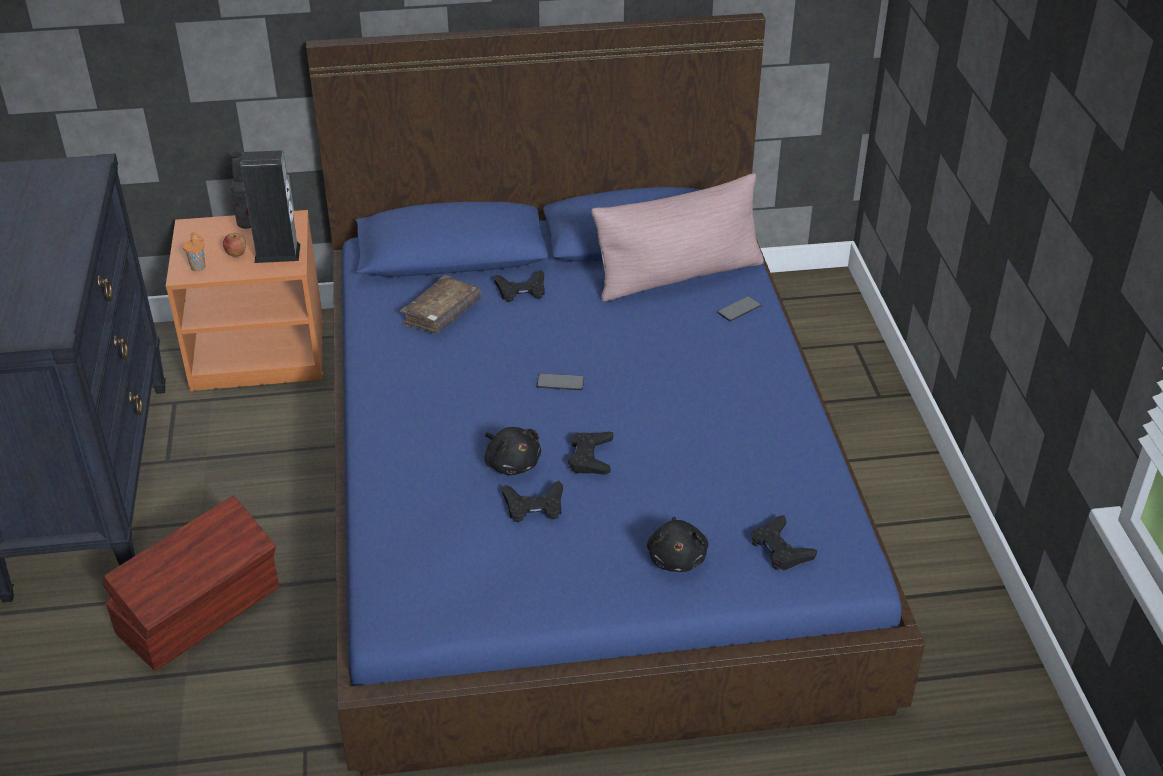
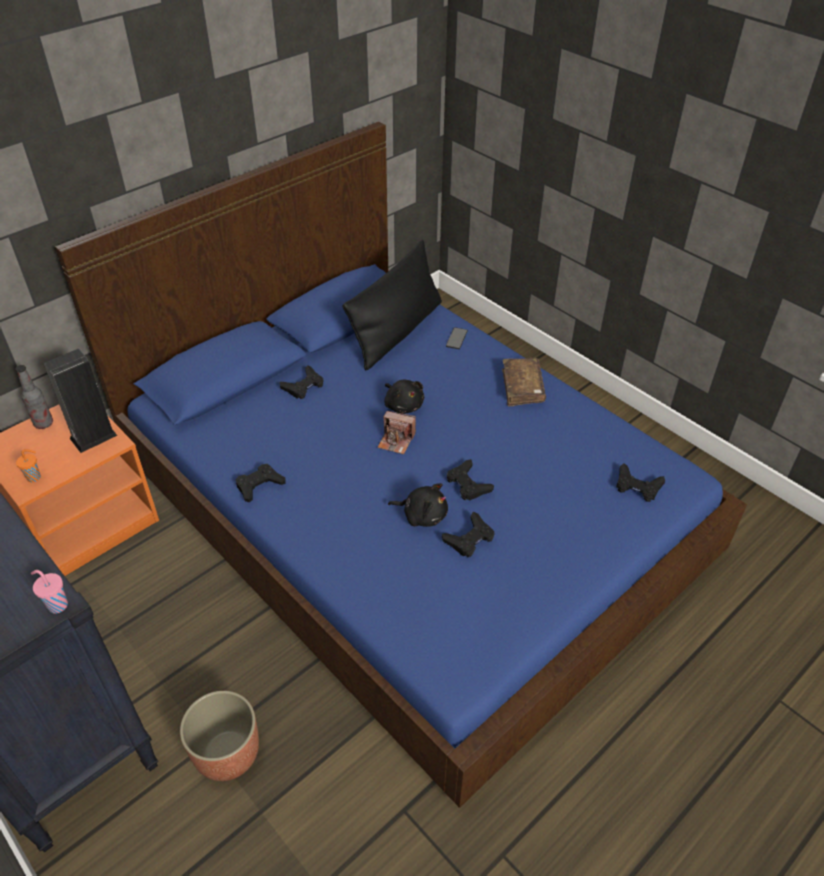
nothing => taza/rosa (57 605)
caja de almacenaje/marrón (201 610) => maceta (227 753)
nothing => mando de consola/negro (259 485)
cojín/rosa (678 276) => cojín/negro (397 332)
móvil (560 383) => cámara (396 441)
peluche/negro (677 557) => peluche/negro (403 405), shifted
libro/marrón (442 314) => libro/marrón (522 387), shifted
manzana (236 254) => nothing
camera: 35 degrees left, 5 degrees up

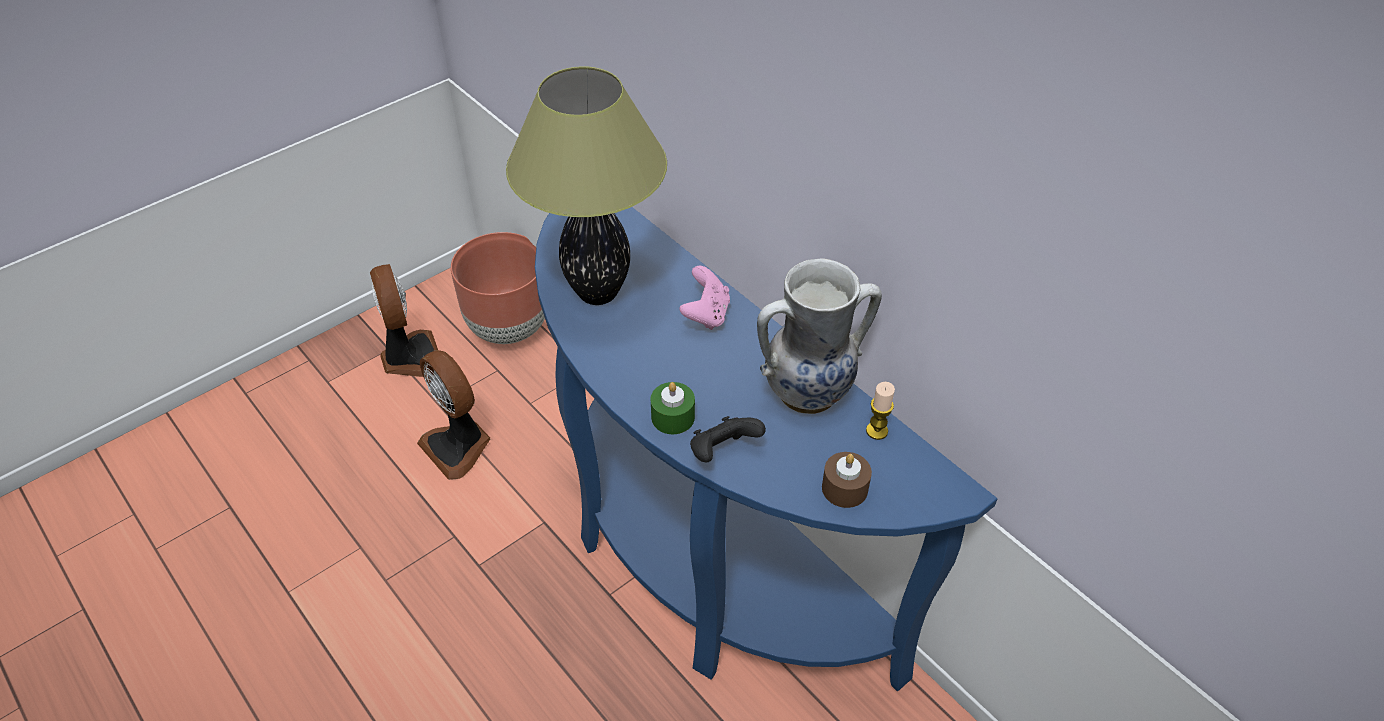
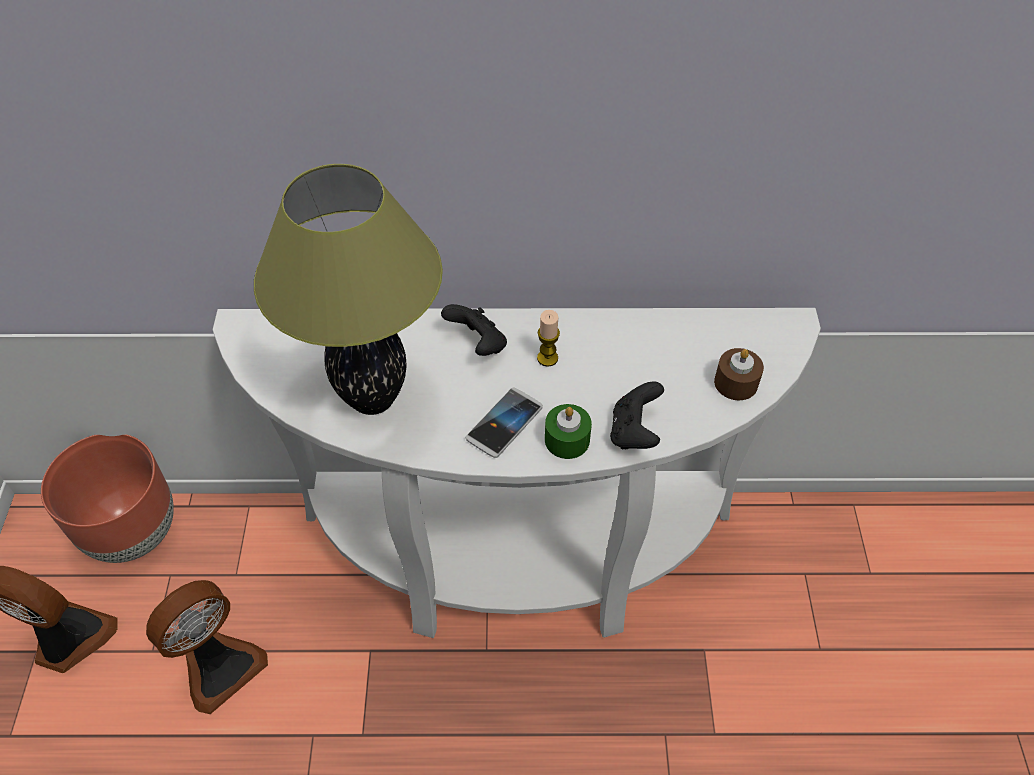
ventilador (458 446) => ventilador (219 665), 45 degrees counterclockwise
mesa consola/azul (702 560) => mesa consola/blanco (516 560)
mando de consola/rosa (706 314) => mando de consola/negro (478 344)
nothing => móvil (504 423)
vela (876 431) => vela (547 358), shifted
florero (808 394) => nothing
camera: 50 degrees left, 5 degrees up

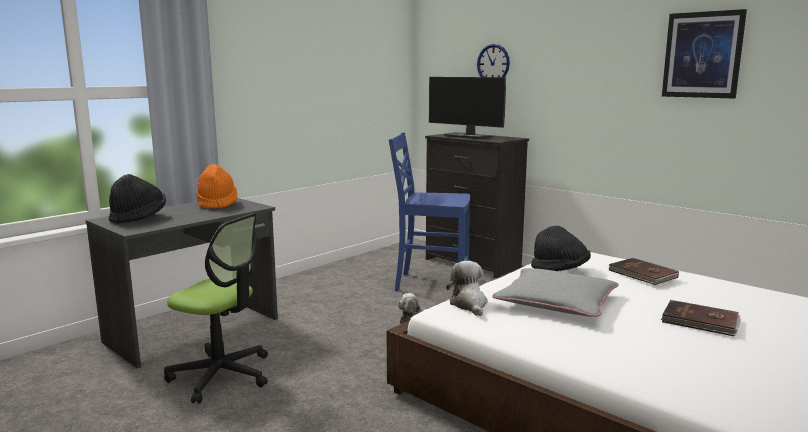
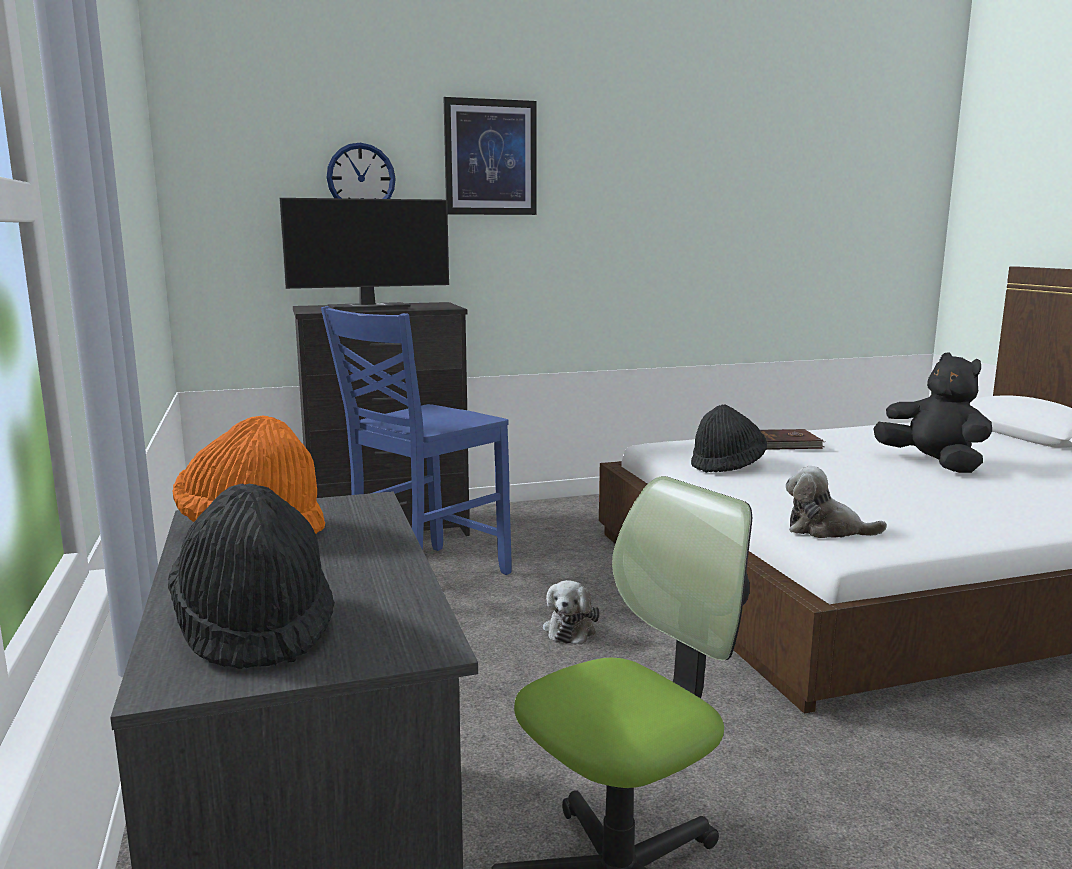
cuadro (702 55) => cuadro (490 158), shifted
libro/marrón (700 321) => peluche/negro (933 464)
cojín/gris (556 302) => nothing
camera: 60 degrees left, 0 degrees up

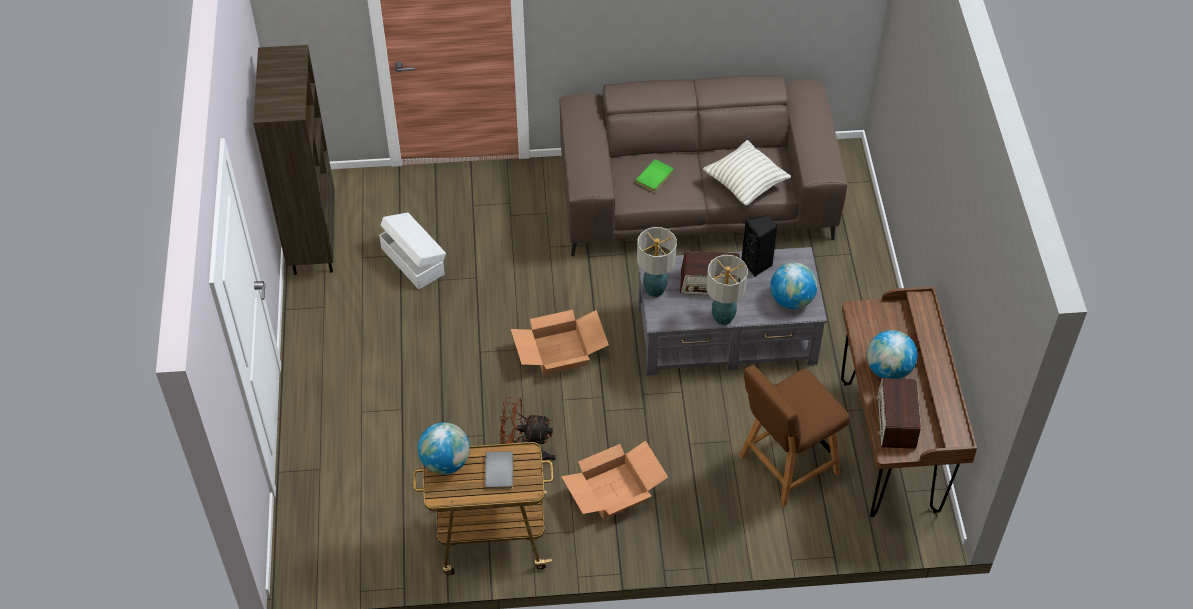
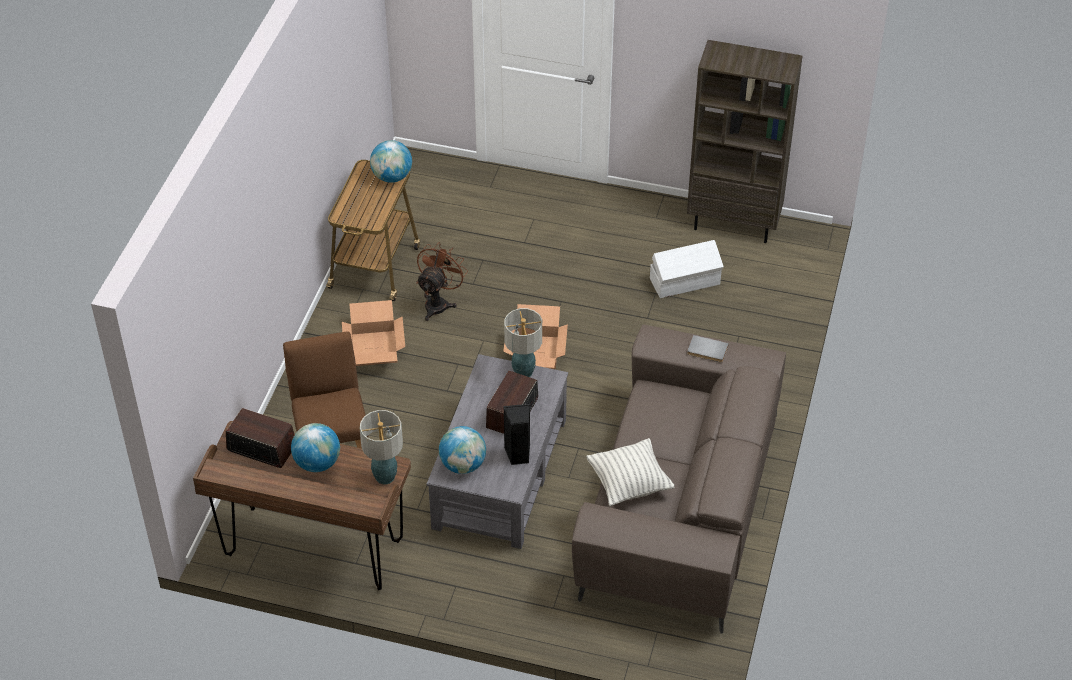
lámpara de mesa (722 317) => lámpara de mesa (385 476), shifted
libro/gris (500 471) => libro/gris (707 351), shifted
libro/verde (655 177) => nothing
camera: 110 degrees right, 5 degrees down

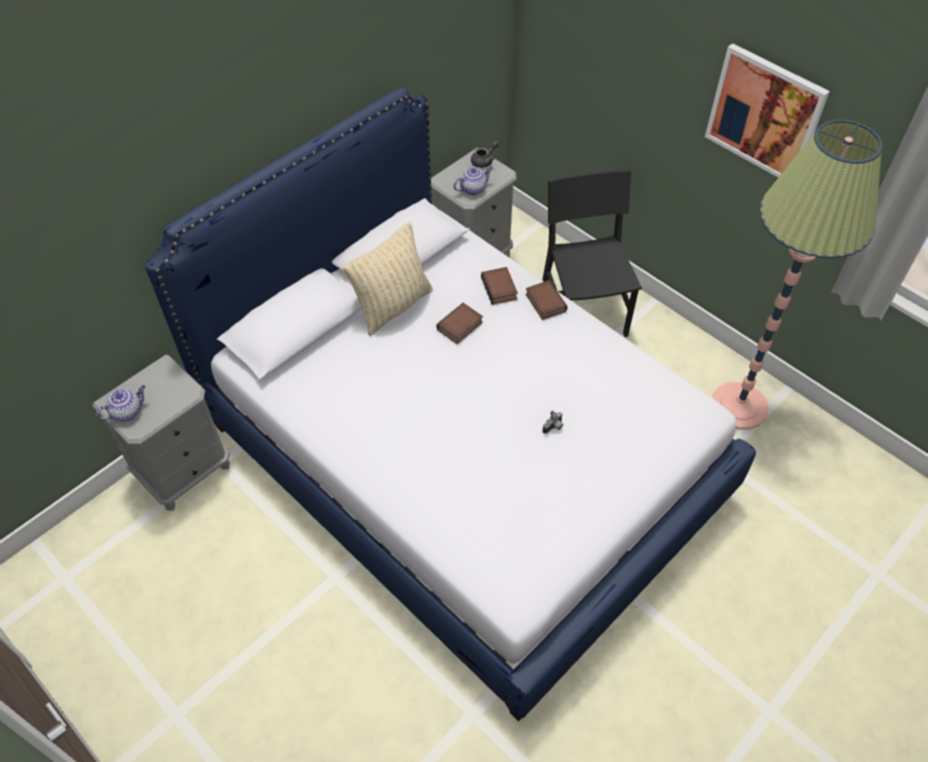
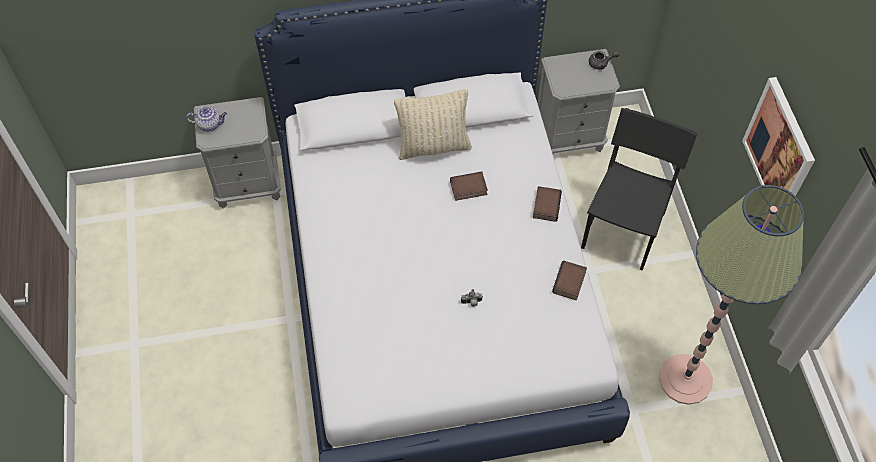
libro (500 289) => libro (570 283), shifted
tetera (473 188) => nothing
camera: 35 degrees right, 5 degrees up

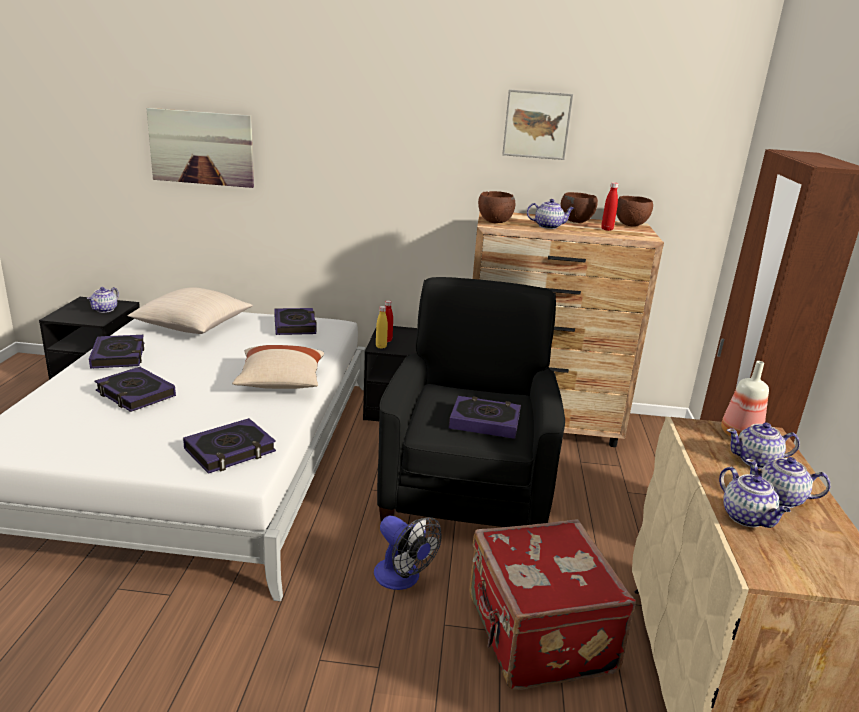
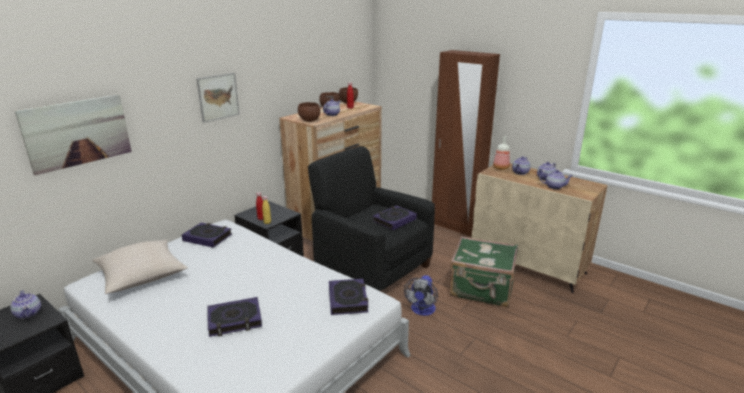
cuadro (536 125) => cuadro (218 97), shifted
ventilador (402 578) => ventilador (422 310), 120 degrees clockwise
maleta/rojo (537 635) => maleta/verde (482 289)
libro (118 356) => nothing
cojín/beis (280 383) => nothing
camera: 55 degrees left, 0 degrees up

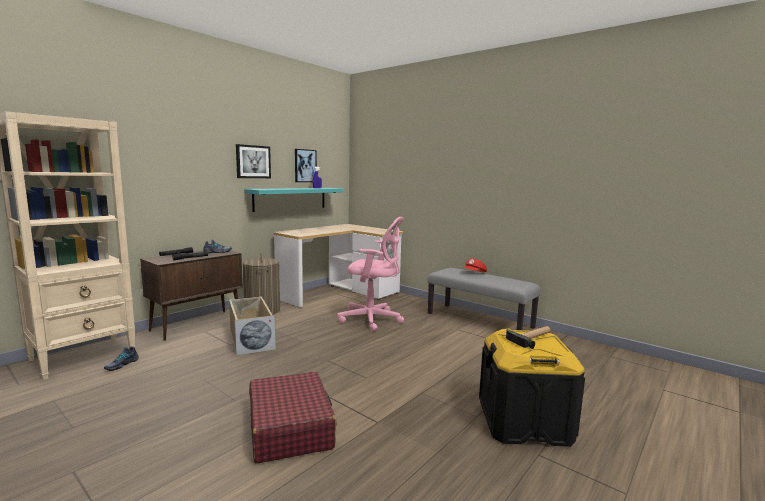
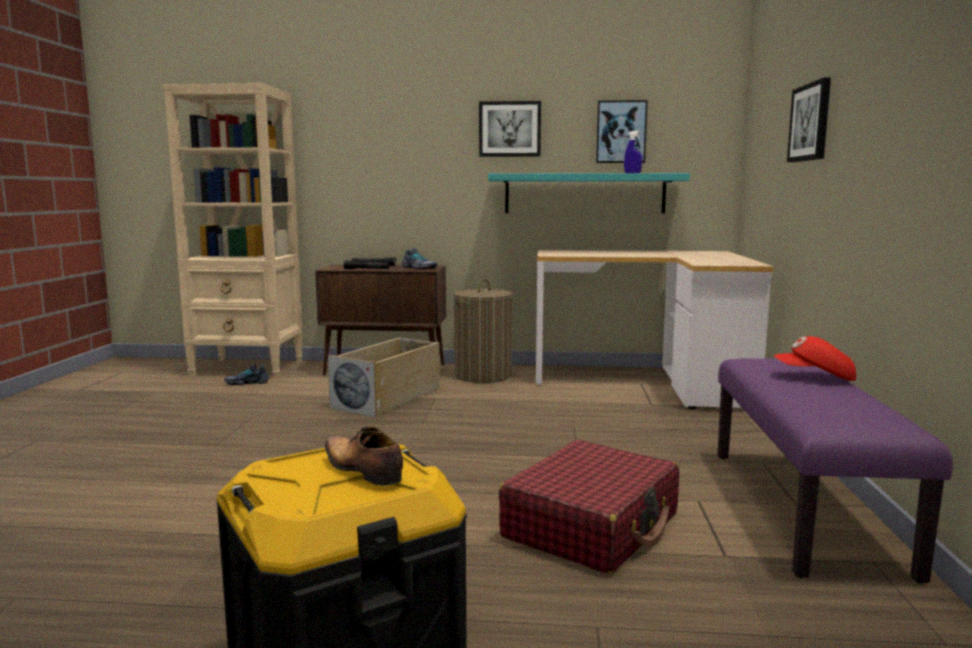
martillo (531 338) => zapato (362 469)
maleta/rojo (290 427) => maleta/rojo (592 526), shifted
banco/gris (479 320) => banco/morado (805 509)
nothing => cuadro (810 122)
silla de oficina/rosa (373 319) => nothing
camera: 55 degrees right, 0 degrees up

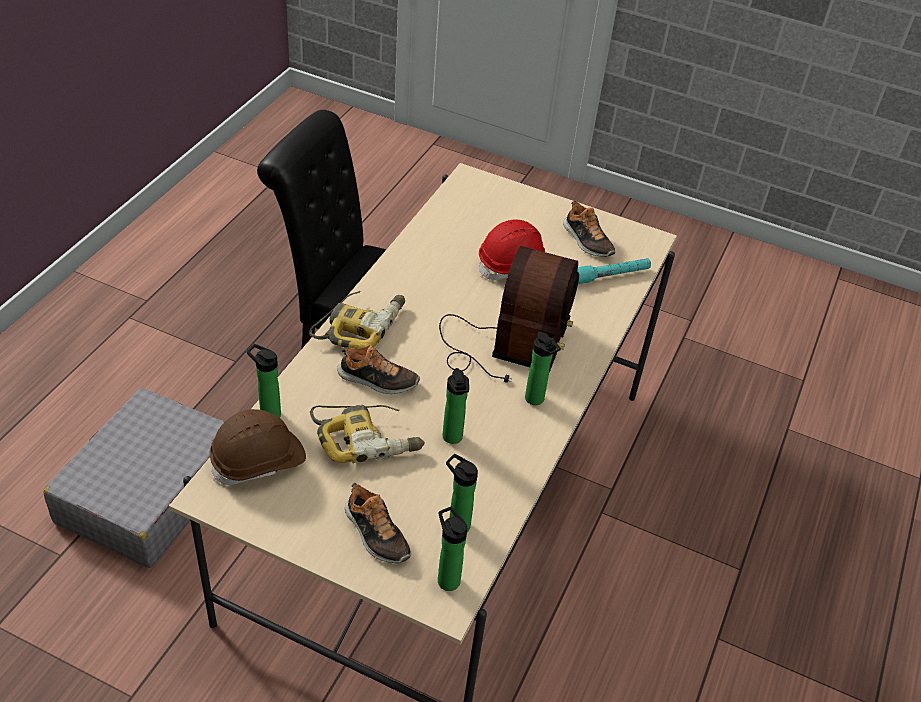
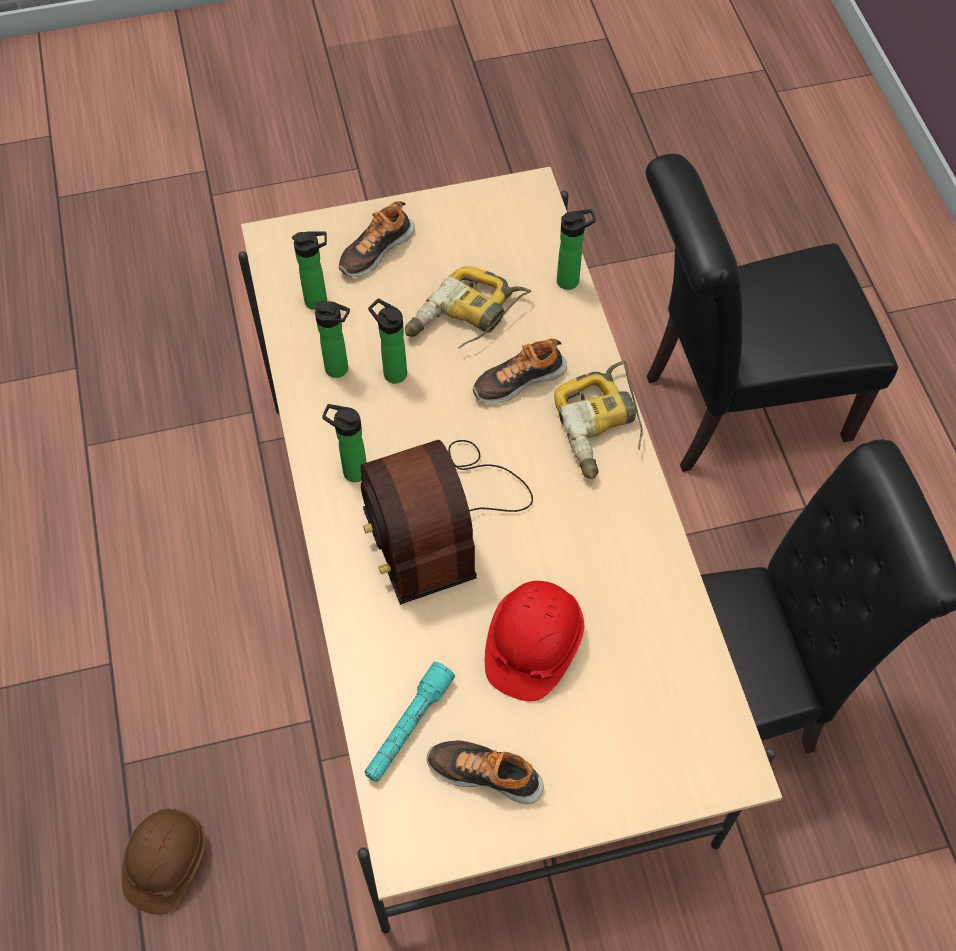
casco/marrón (259 461) => casco/marrón (166 863), shifted
botella (447 578) => botella (340 369), shifted
zapato (375 534) => zapato (375 250), 60 degrees counterclockwise
maleta/gris (148 492) => silla/negro (733 408)
camera: 145 degrees right, 15 degrees up

